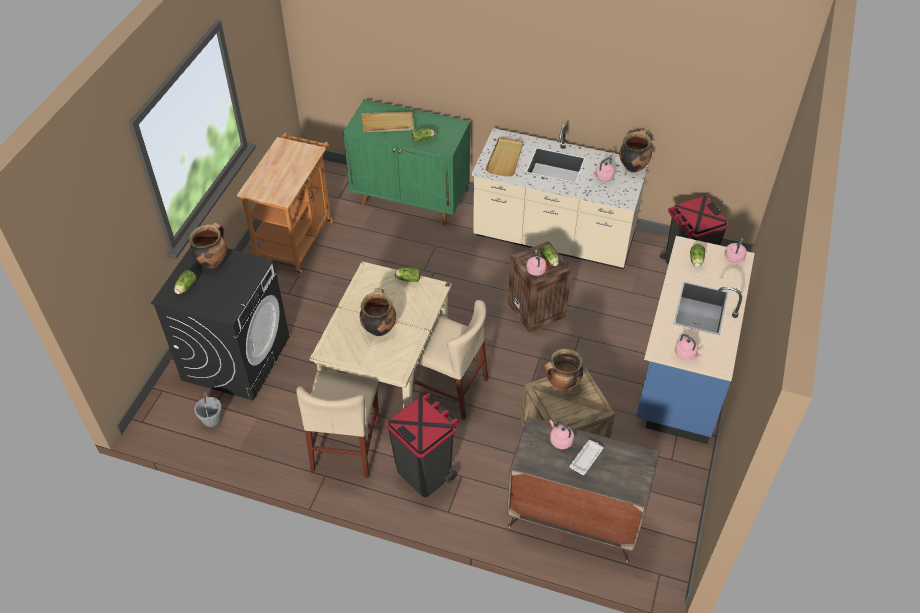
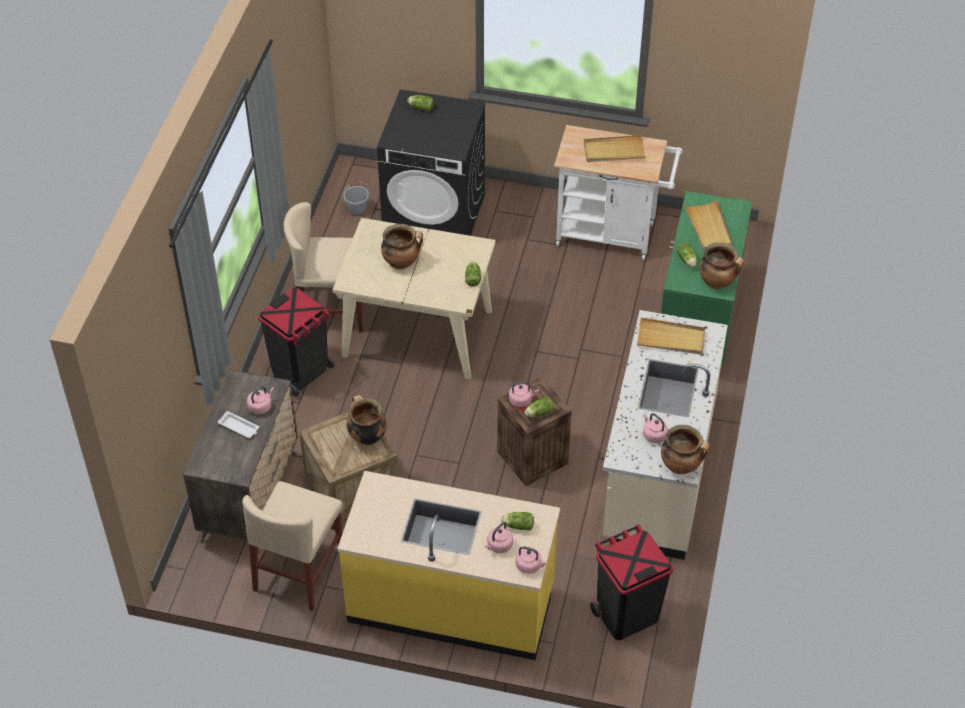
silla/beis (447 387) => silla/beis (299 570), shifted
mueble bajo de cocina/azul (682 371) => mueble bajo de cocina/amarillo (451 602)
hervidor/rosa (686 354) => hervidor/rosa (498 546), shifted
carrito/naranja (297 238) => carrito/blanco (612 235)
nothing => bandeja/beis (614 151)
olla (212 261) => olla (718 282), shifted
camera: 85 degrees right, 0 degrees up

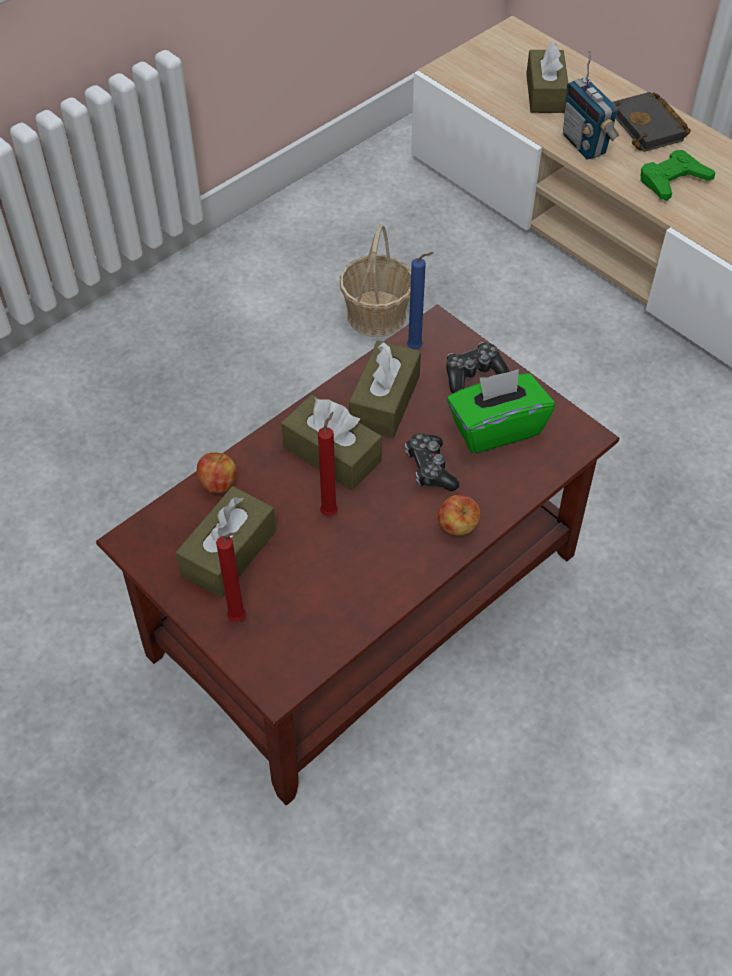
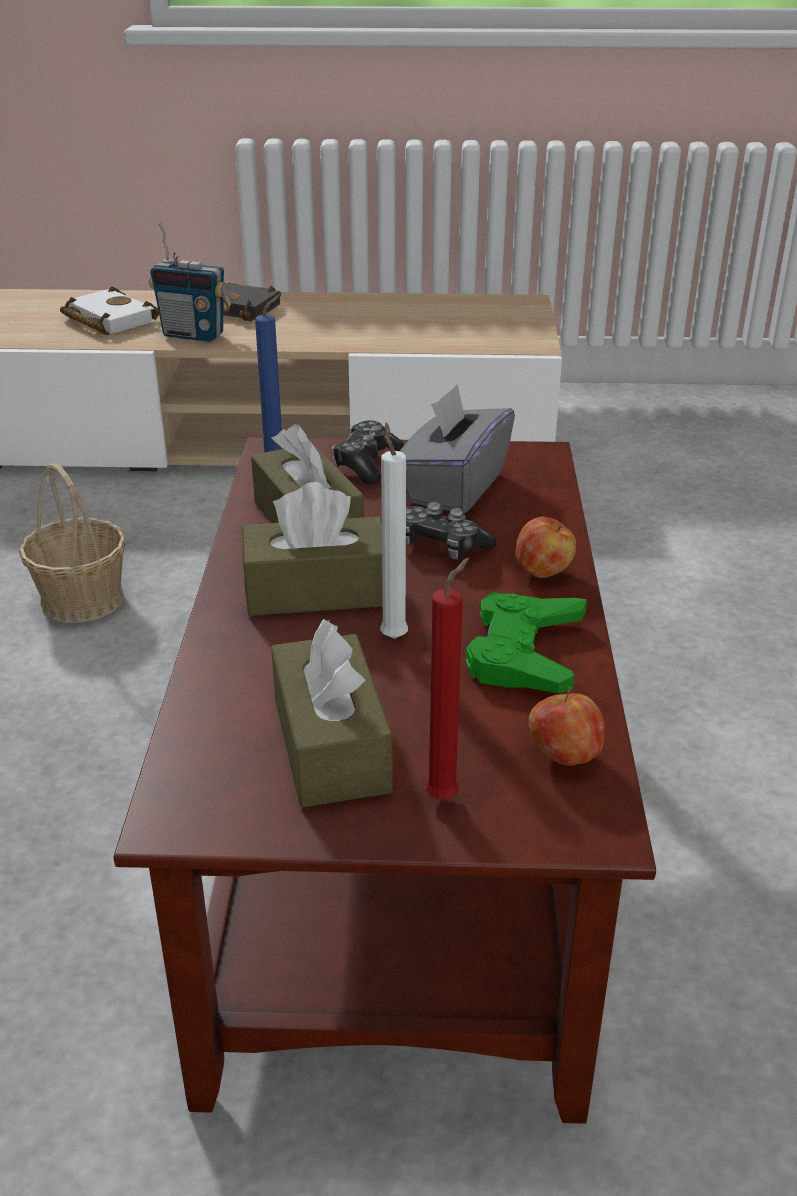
caja de pañuelos/marrón (545 93) => libro/blanco (106 319)
vela/rojo (330 511) => vela/blanco (393 635)
caja de pañuelos/verde (496 428) => caja de pañuelos/gris (453 487)
mando de consola/verde (673 180) => mando de consola/verde (525 653), shifted
manzana (218 484) => manzana (564 756), shifted
camera: 45 degrees left, 20 degrees down

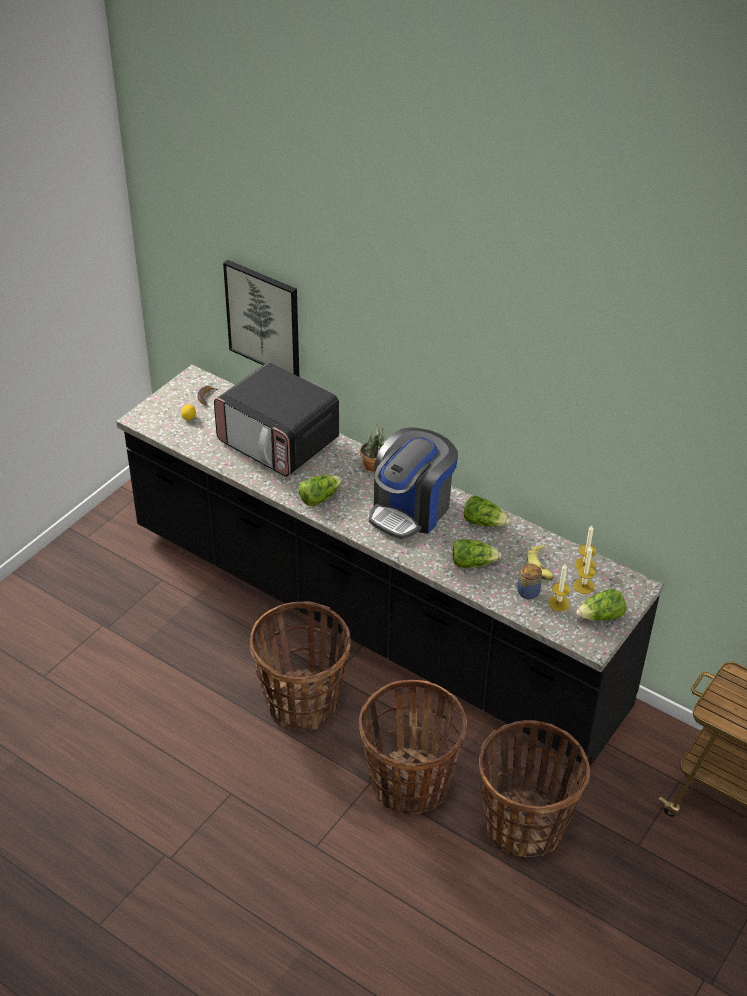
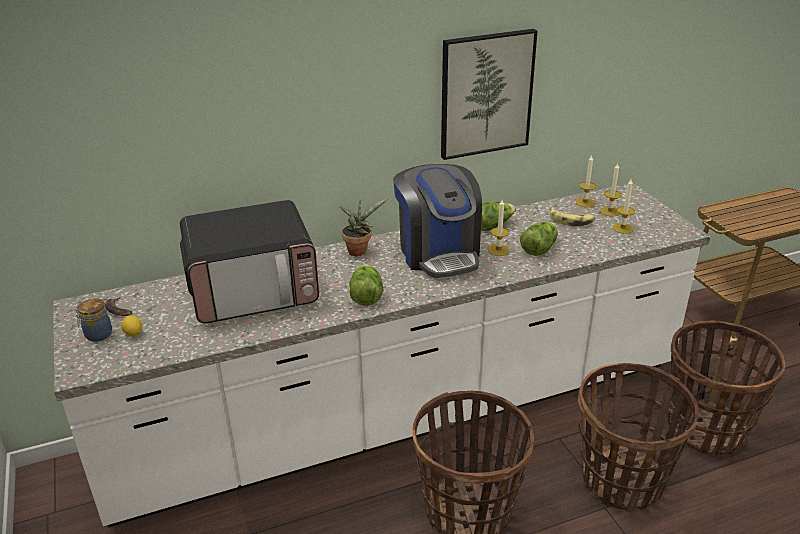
mueble bajo de cocina/negro (371 618) => mueble bajo de cocina/blanco (402 414)
tarro (527 591) => tarro (97 334), shifted
cuadro (264 318) => cuadro (486 94), shifted
nothing => vela (498 250)
lechuga (601 616) => nothing
camera: 55 degrees left, 10 degrees down

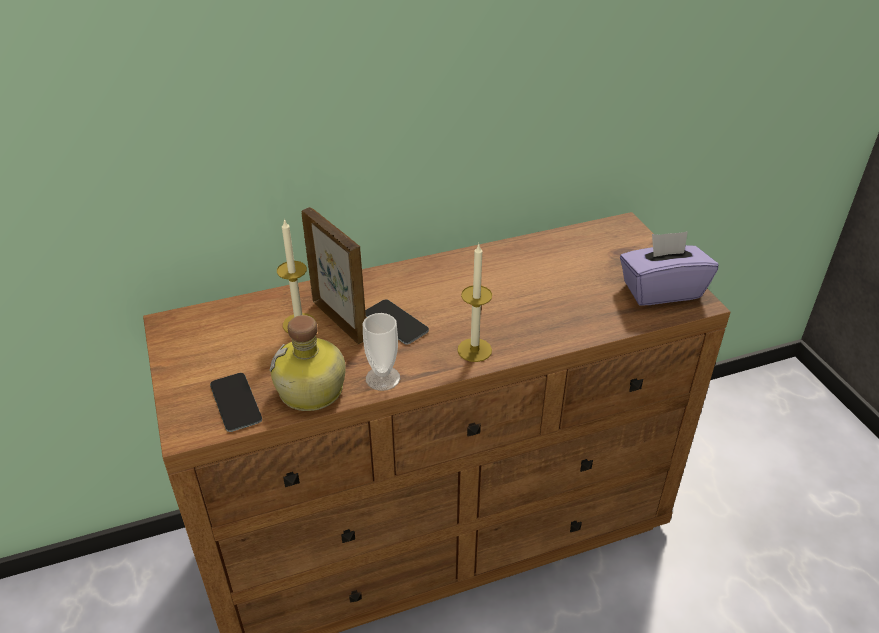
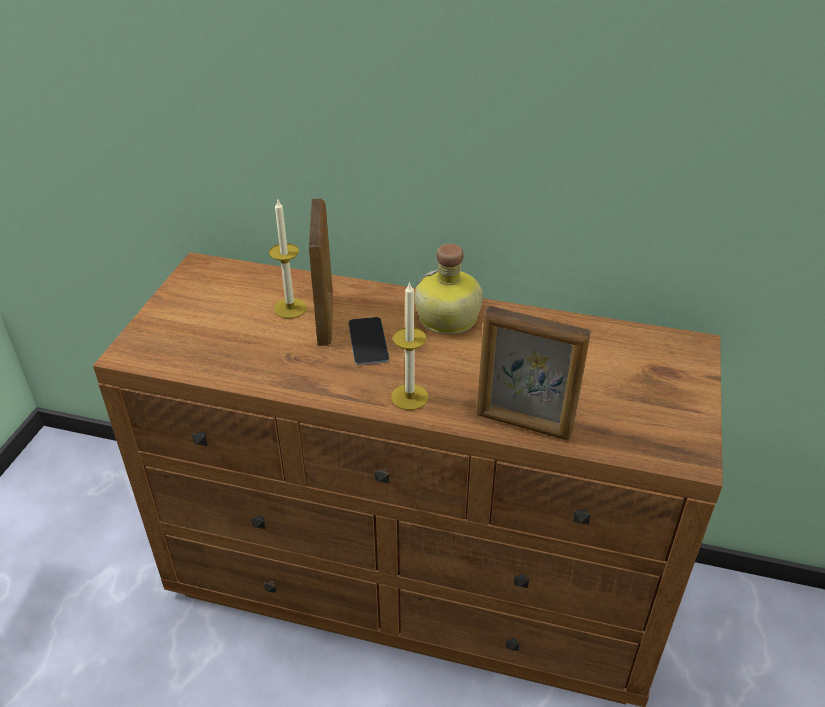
botella (312 391) => botella (447 319), shifted
nothing => portarretratos (523 425)
móvil (236 402) => nothing
taza (382 378) => nothing
caja de pañuelos/morado (661 290) => nothing
camera: 35 degrees right, 0 degrees up

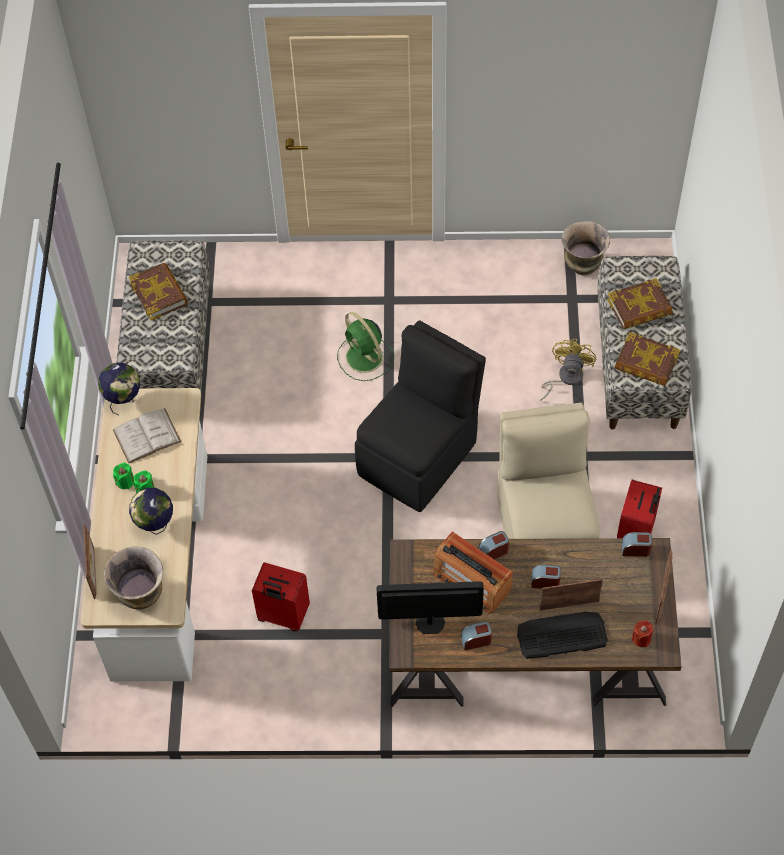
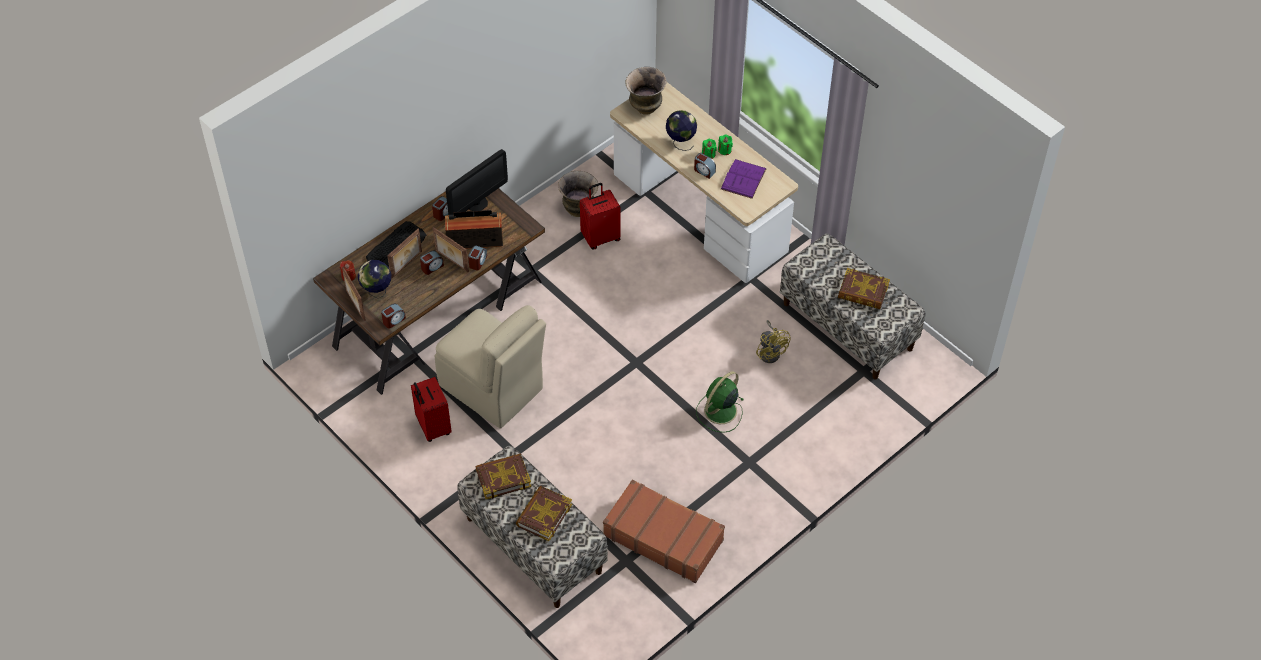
globo terráqueo (124 400) => globo terráqueo (377 292), shifted
portarretratos (94 572) => portarretratos (451 261), shifted
florero (582 267) => florero (578 209), shifted
nothing => maleta/marrón (663 537)
nothing => despertador (704 171)
ventilador/verde (365 358) => ventilador/verde (719 411), 60 degrees counterclockwise
libro/blanco (147 435) => libro/morado (743 179)
ventilador/amarillo (565 378) => ventilador/amarillo (771 351), shifted
silla/negro (419 456) => nothing
camera: 135 degrees right, 5 degrees down

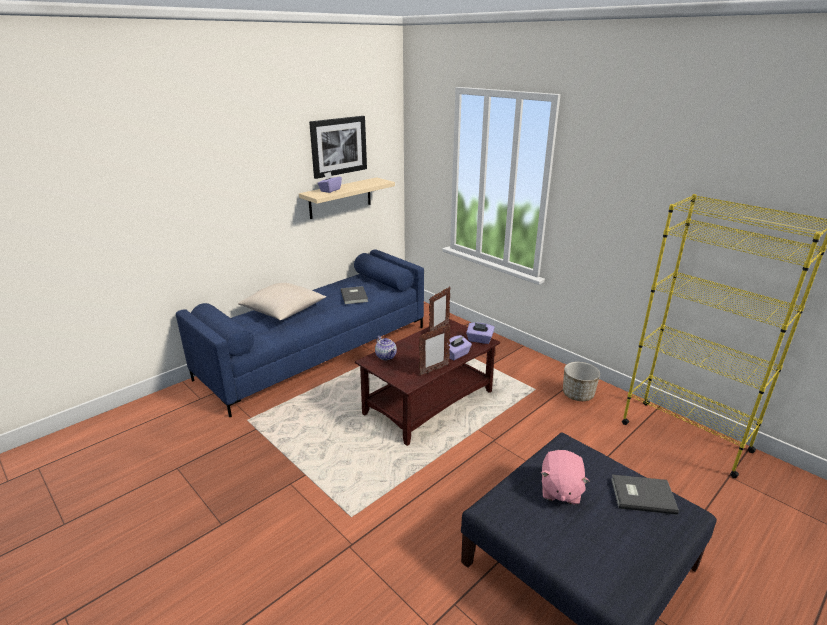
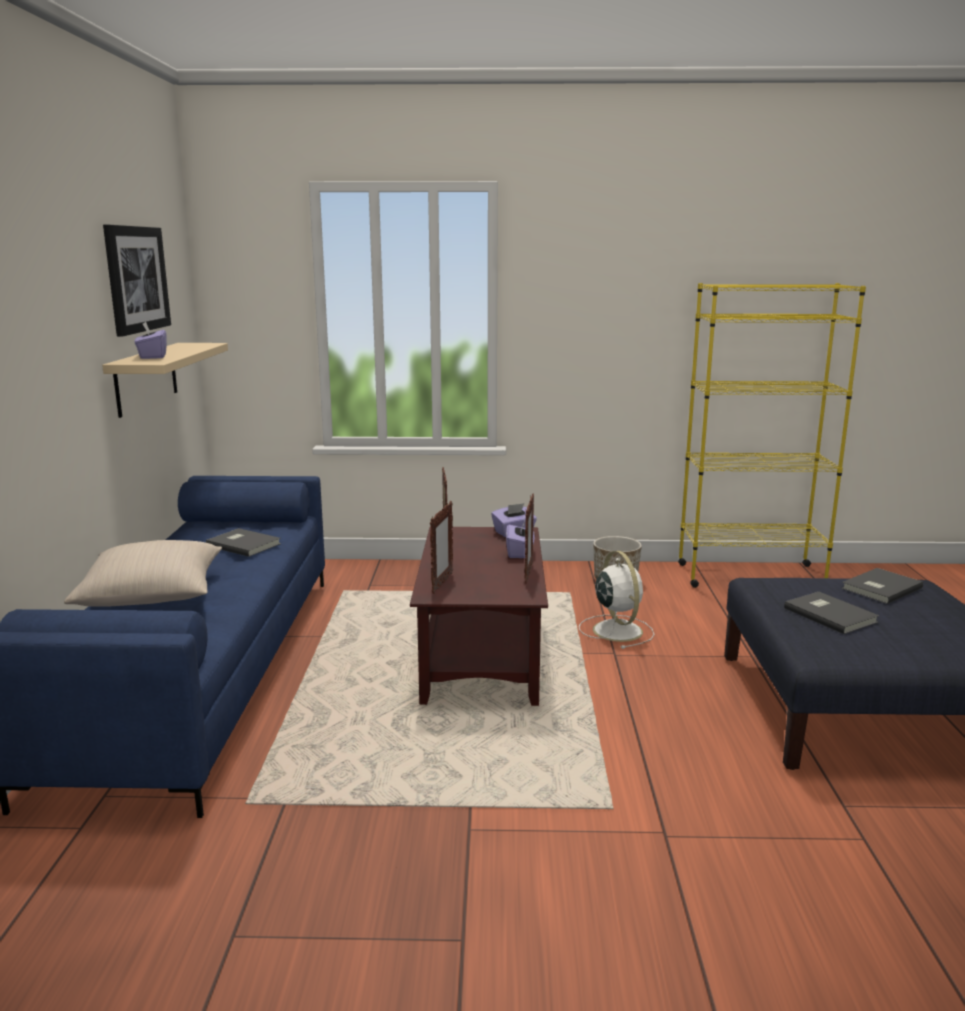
tetera (386 356) => portarretratos (442 583)
nothing => ventilador/blanco (616 630)
peluche/rosa (560 490) => libro/gris (830 614)
camera: 45 degrees left, 10 degrees down

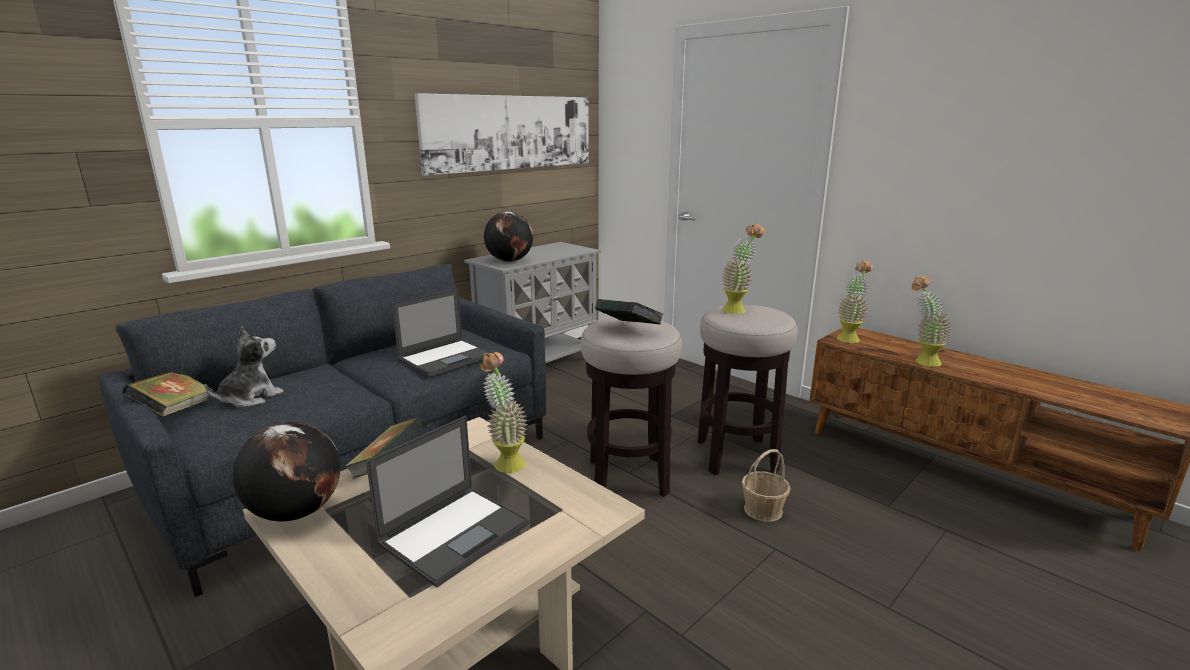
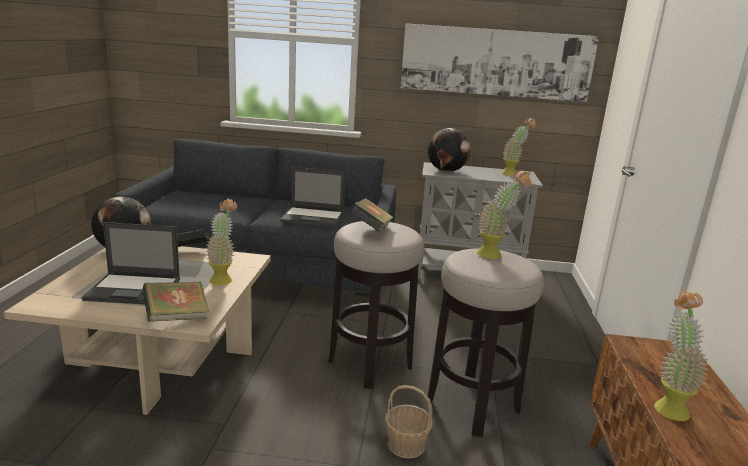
libro (174 411) => libro (177 318), shifted
planta en maceta (849 338) => planta en maceta (513 174), shifted
peluche (250 398) => nothing
camera: 50 degrees right, 0 degrees up

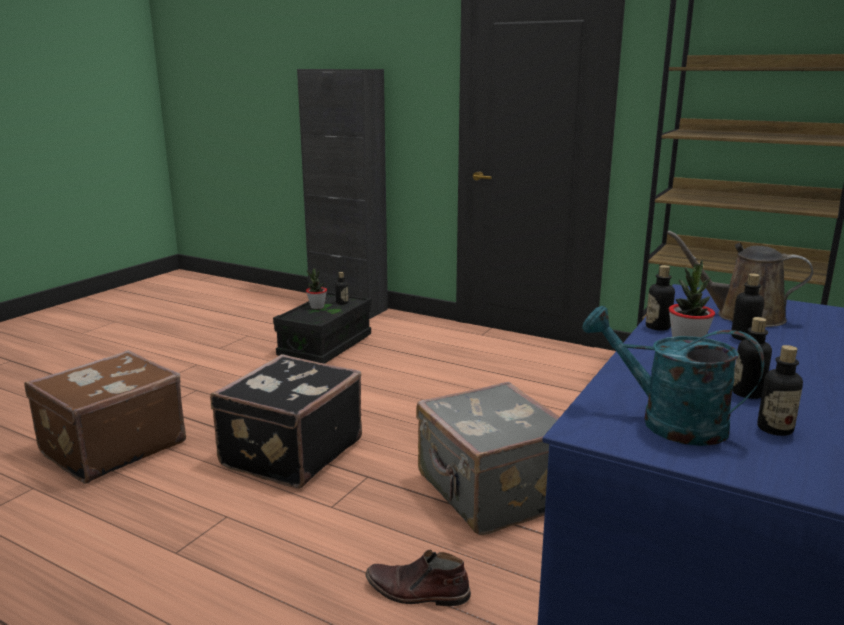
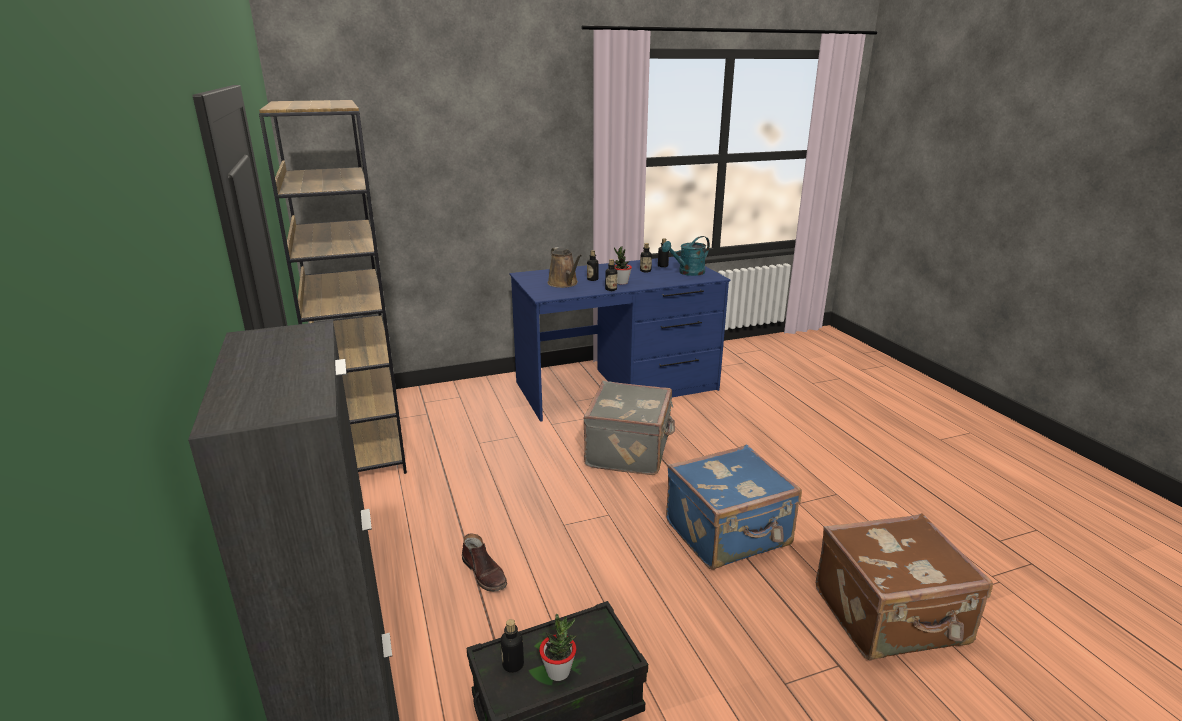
bota/marrón (417 592) => bota/marrón (485 573), shifted
regadera/turquesa (667 422) => regadera/turquesa (687 273), 75 degrees clockwise
maleta/negro (289 452) => maleta/azul (729 534)
camera: 140 degrees left, 5 degrees up

